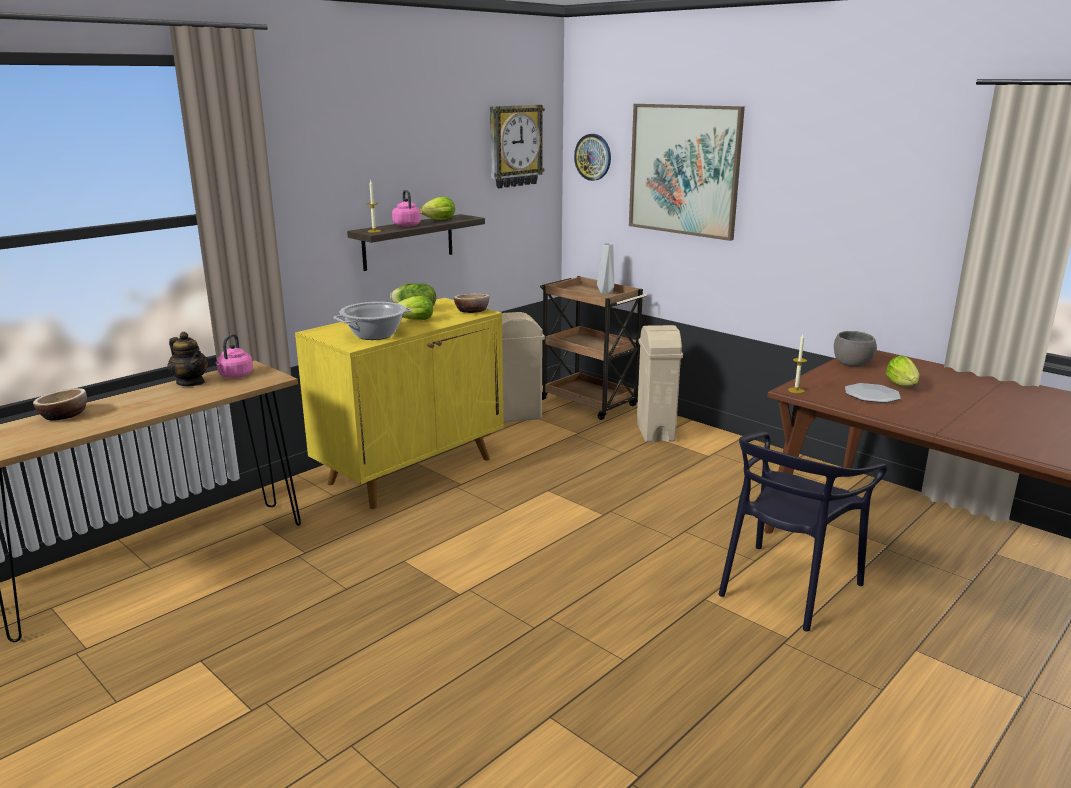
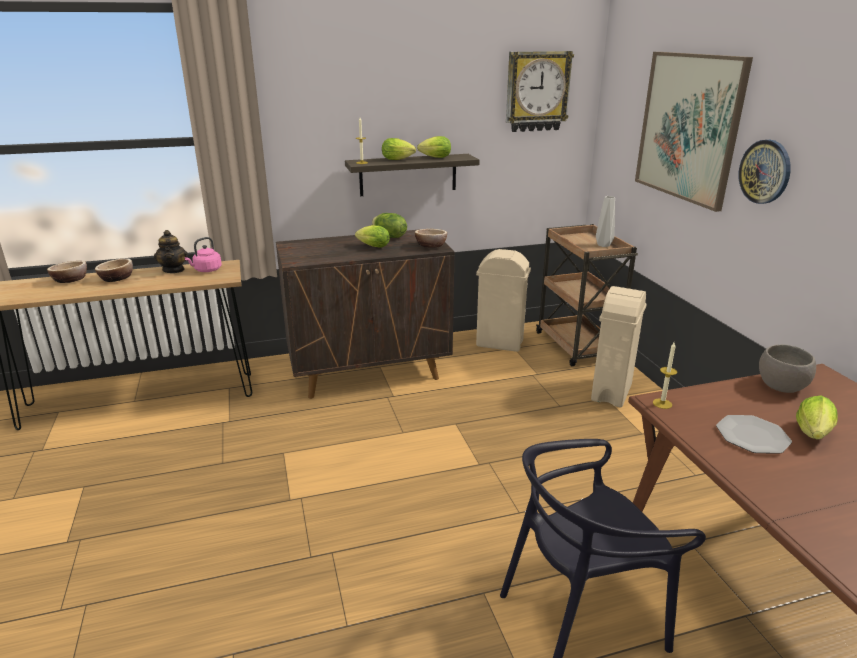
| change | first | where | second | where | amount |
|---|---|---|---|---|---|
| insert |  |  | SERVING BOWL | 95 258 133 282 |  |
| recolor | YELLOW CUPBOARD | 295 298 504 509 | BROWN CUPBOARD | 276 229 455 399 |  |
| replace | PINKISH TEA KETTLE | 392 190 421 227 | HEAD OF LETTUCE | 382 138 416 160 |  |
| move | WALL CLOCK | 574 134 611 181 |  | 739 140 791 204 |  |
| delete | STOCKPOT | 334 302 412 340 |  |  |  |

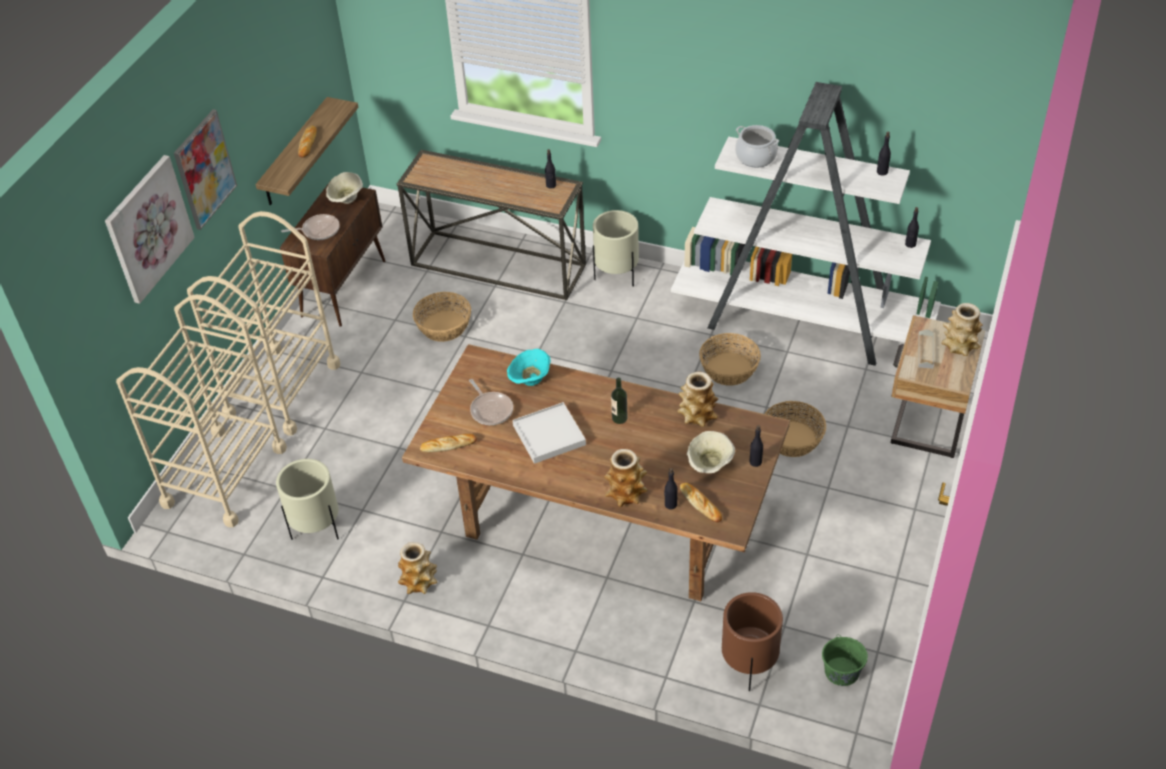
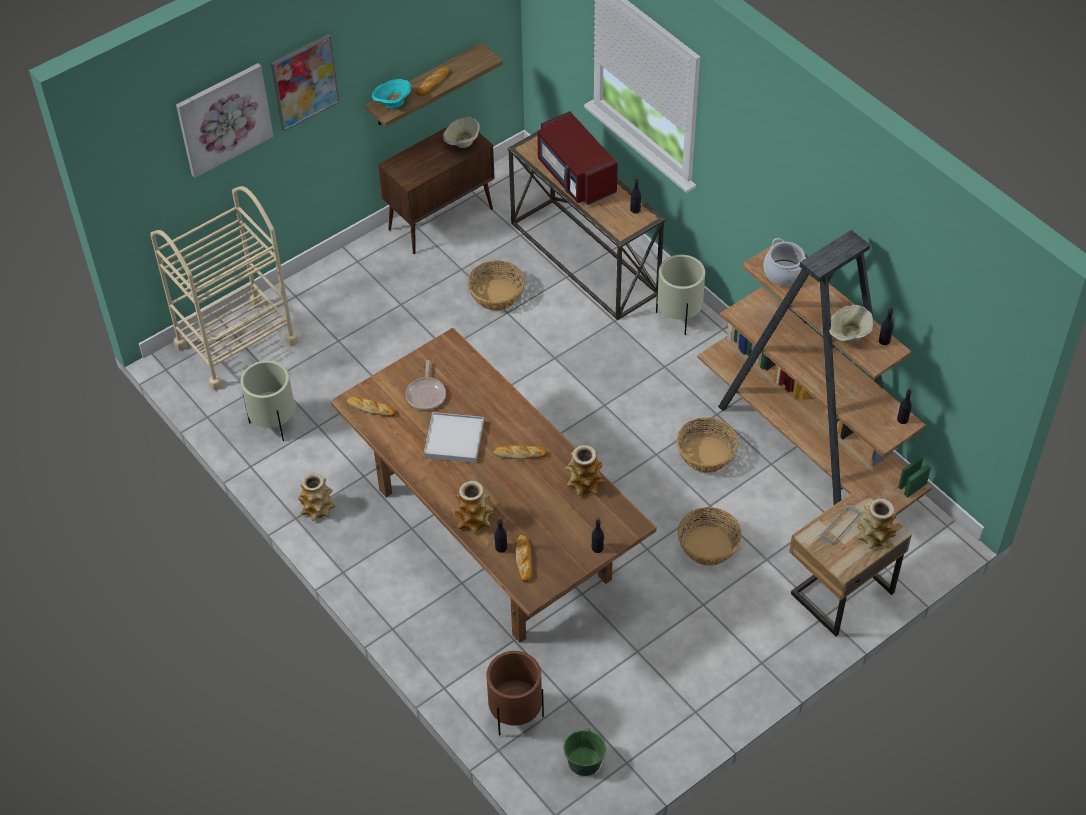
| change | first | where | second | where | amount |
|---|---|---|---|---|---|
| move | BLUE-GREEN SERVING BOWL | 507 349 551 386 |  | 372 79 411 109 |  |
| replace | BOTTLE | 611 378 628 424 | BREAD | 494 445 548 459 |  |
| insert |  |  | REDDISH KITCHEN MICROWAVE | 537 111 618 205 |  |
| recolor | WHITE SHELVING UNIT | 671 82 941 366 | BROWN SHELVING UNIT | 697 230 932 515 |  |
| move | BEIGE SERVING BOWL | 687 431 735 473 |  | 829 305 873 342 |  |
| delete | BEIGE CART | 187 211 340 435 |  |  |  |
| delete | FRYING PAN | 281 214 340 240 |  |  |  |

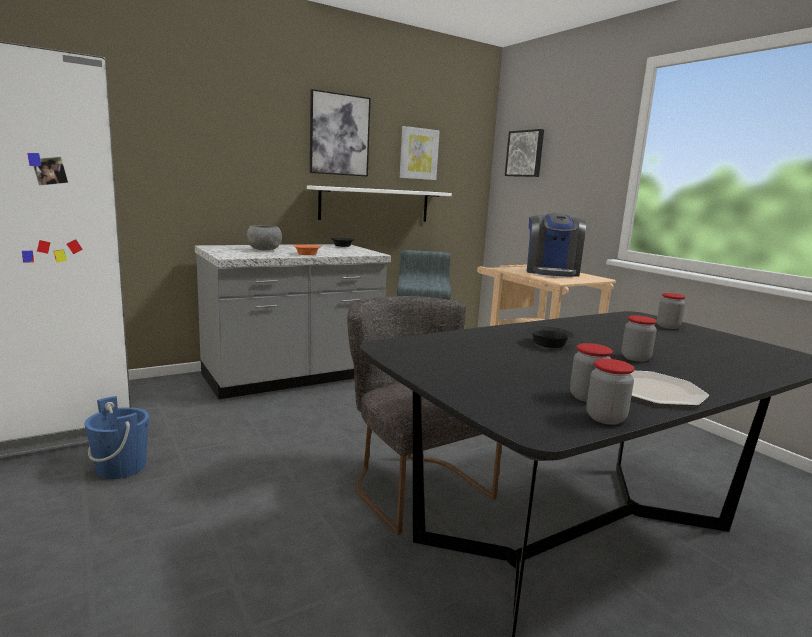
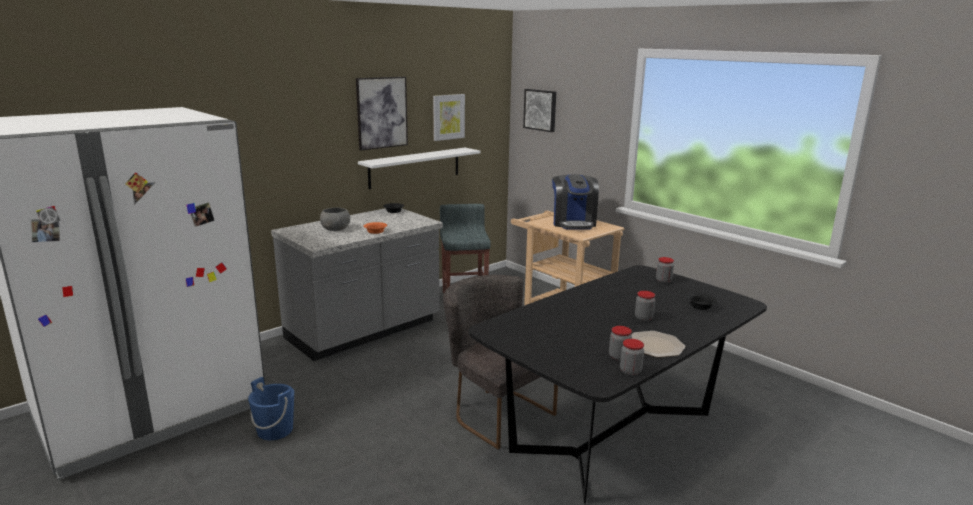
| change | first | where | second | where | amount |
|---|---|---|---|---|---|
| move | BLACKISH SERVING BOWL | 528 326 574 348 |  | 686 293 717 310 |  |

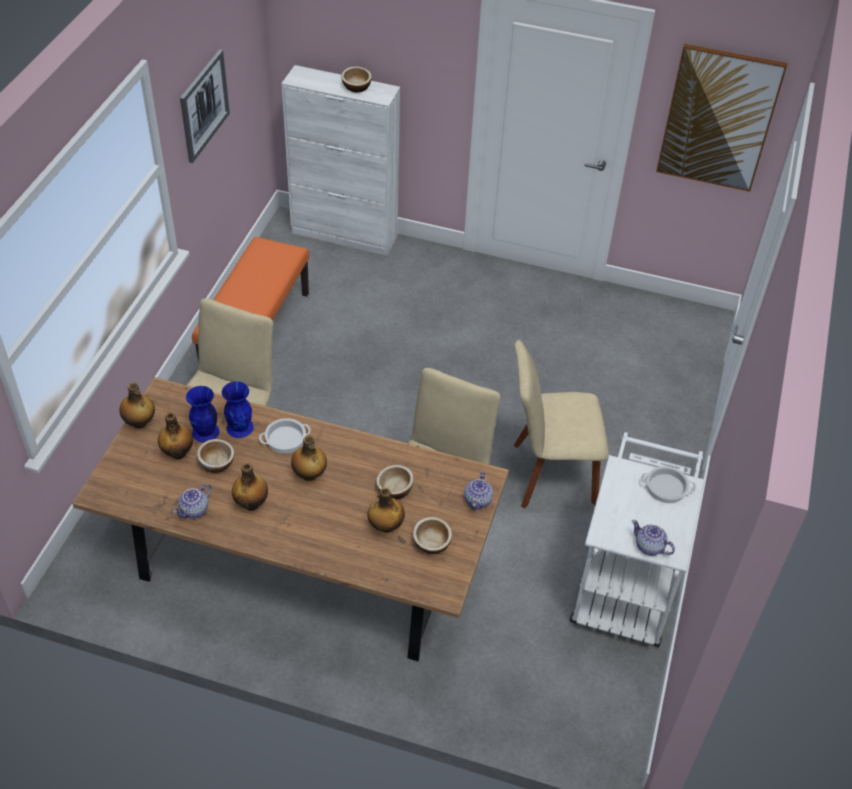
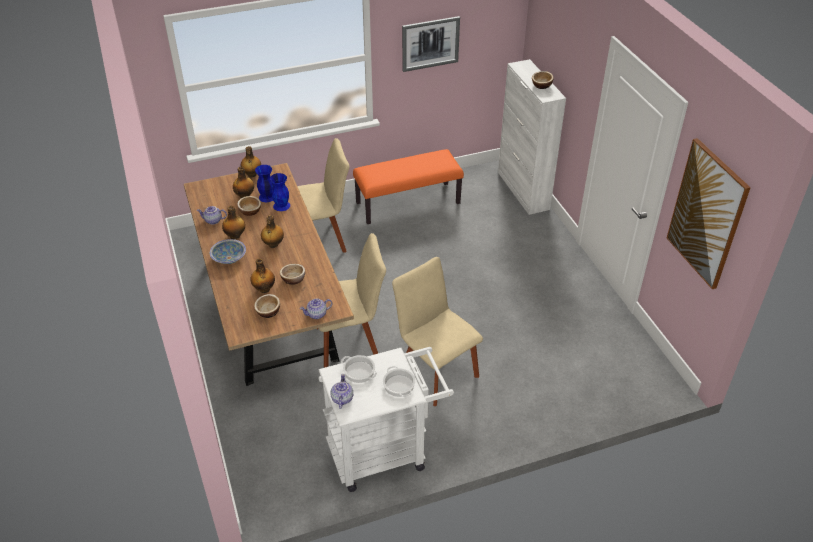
| change | first | where | second | where | amount |
|---|---|---|---|---|---|
| insert |  |  | SERVING BOWL | 210 239 246 264 |  |
| move | STOCKPOT | 259 418 311 453 |  | 341 355 377 383 |  |

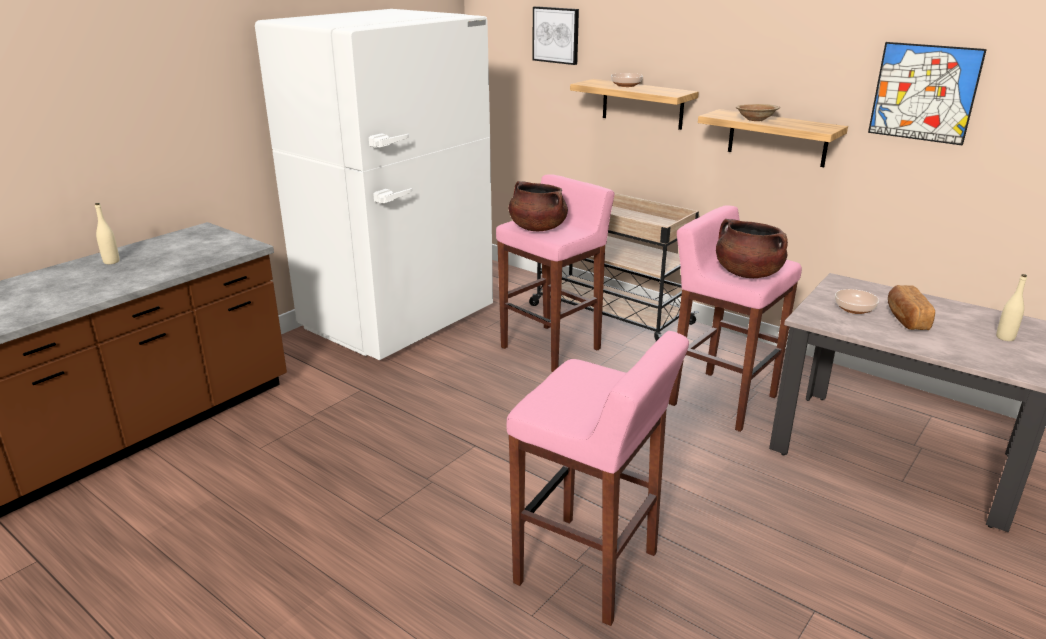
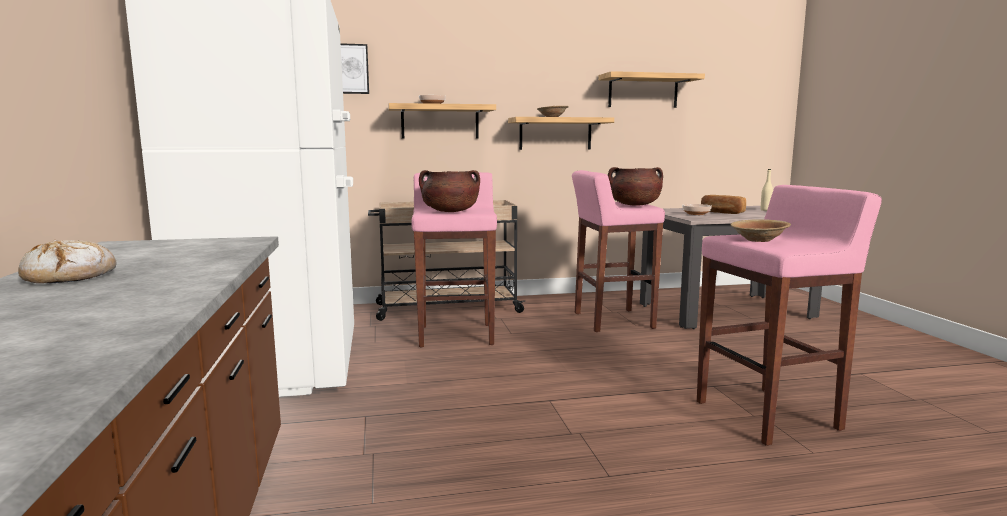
| change | first | where | second | where | amount |
|---|---|---|---|---|---|
| replace | BEIGE BOTTLE | 95 203 119 264 | BREAD | 18 240 117 283 |  |
| replace | WALL ART | 868 42 987 146 | SHELF | 598 71 705 108 |  |
| insert |  |  | BROWN SERVING BOWL | 730 219 791 242 |  |

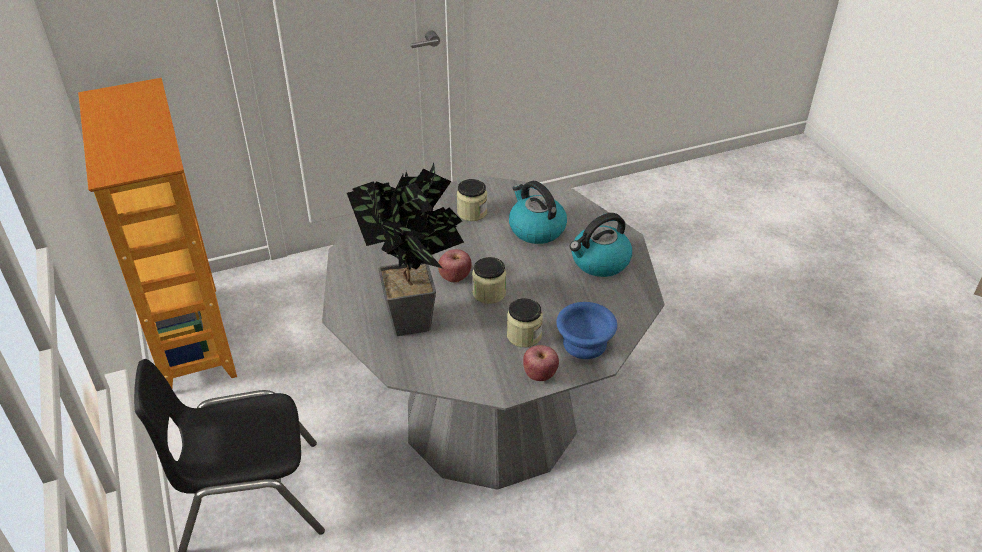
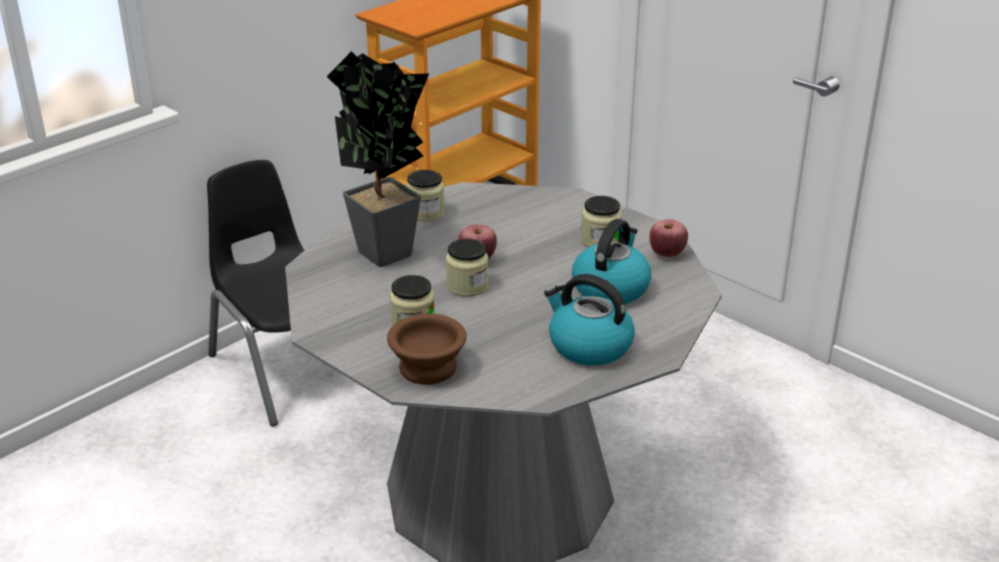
| change | first | where | second | where | amount |
|---|---|---|---|---|---|
| recolor | BLUE SERVING BOWL | 556 302 617 359 | BROWN SERVING BOWL | 387 314 467 385 |  |
| insert |  |  | STORAGE JAR | 406 170 445 221 |  |
| move | APPLE FRUIT | 523 345 559 381 |  | 650 219 688 257 |  |

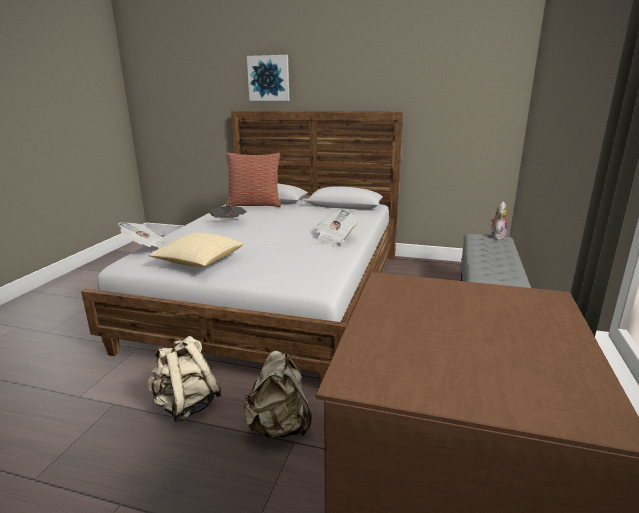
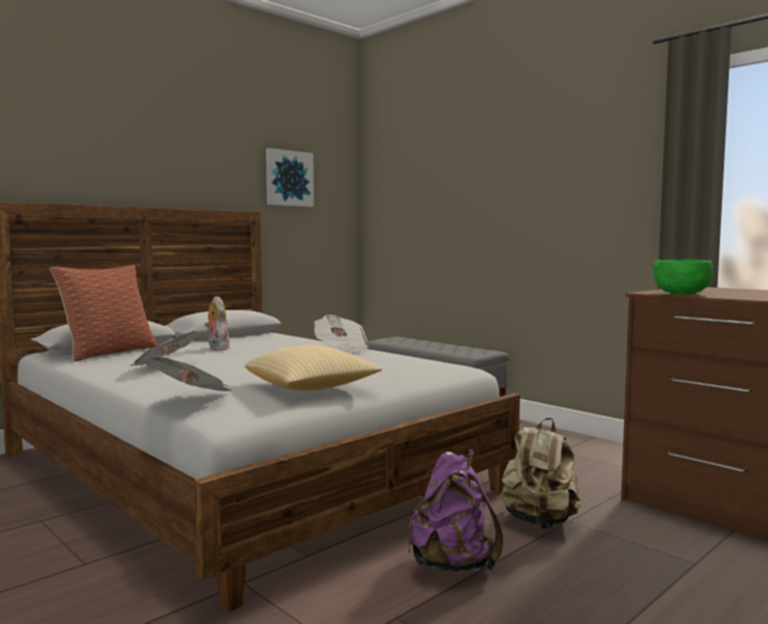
| change | first | where | second | where | amount |
|---|---|---|---|---|---|
| move | SOFT TOY | 491 201 508 240 |  | 205 296 230 350 |  |
| move | WALL ART | 247 55 289 101 |  | 266 148 314 207 |  |
| recolor | BEIGE RUCKSACK | 147 336 221 422 | PURPLE RUCKSACK | 408 449 503 572 |  |
| insert |  |  | GREEN SERVING BOWL | 652 259 713 295 |  |

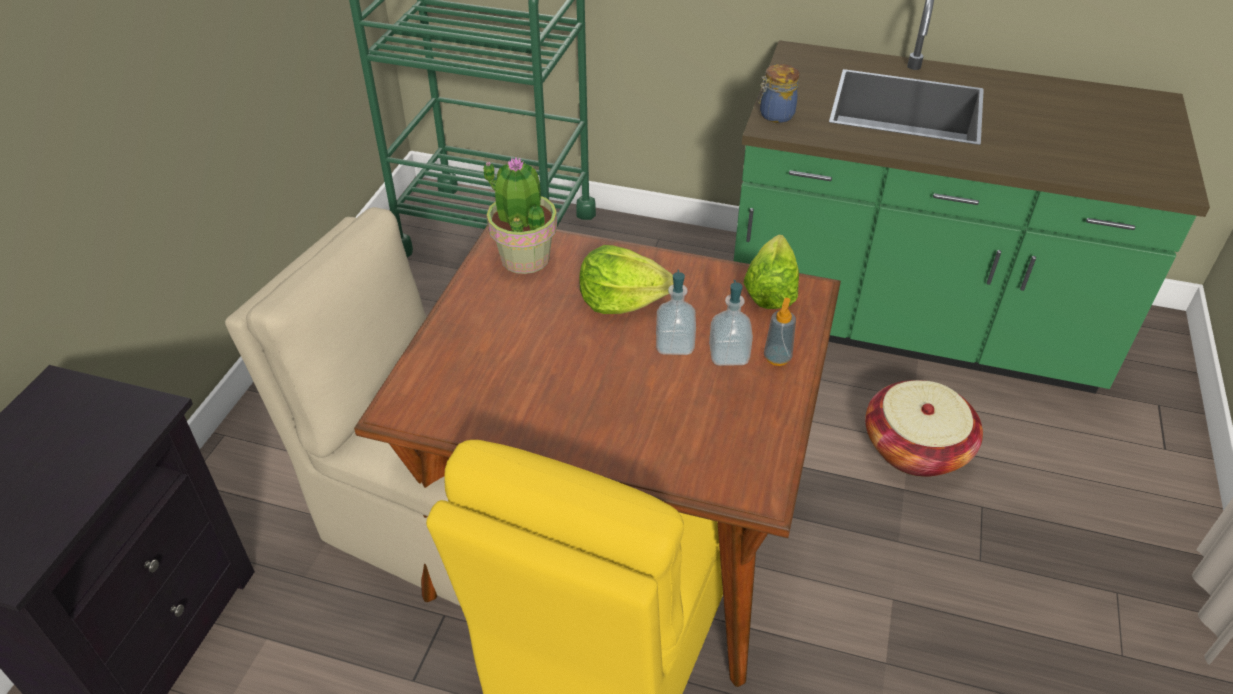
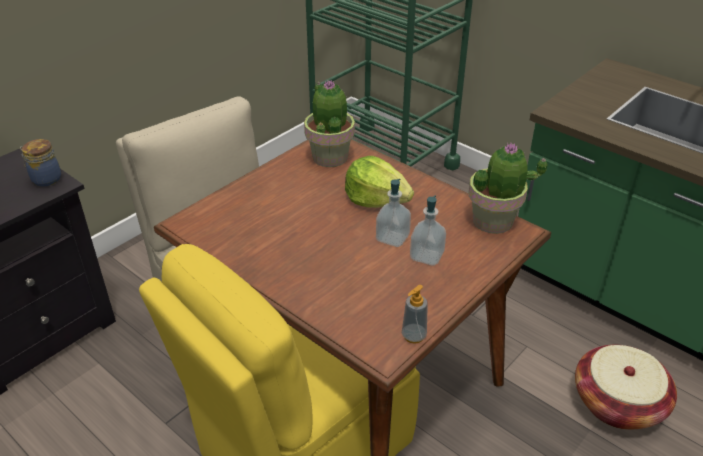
| change | first | where | second | where | amount |
|---|---|---|---|---|---|
| move | STORAGE JAR | 758 64 800 123 |  | 20 139 61 187 |  |
| move | SOAP DISPENSER | 764 298 796 366 |  | 402 285 428 344 |  |
| replace | HEAD OF LETTUCE | 744 235 799 309 | PLANT IN A POT | 469 143 547 234 |  |

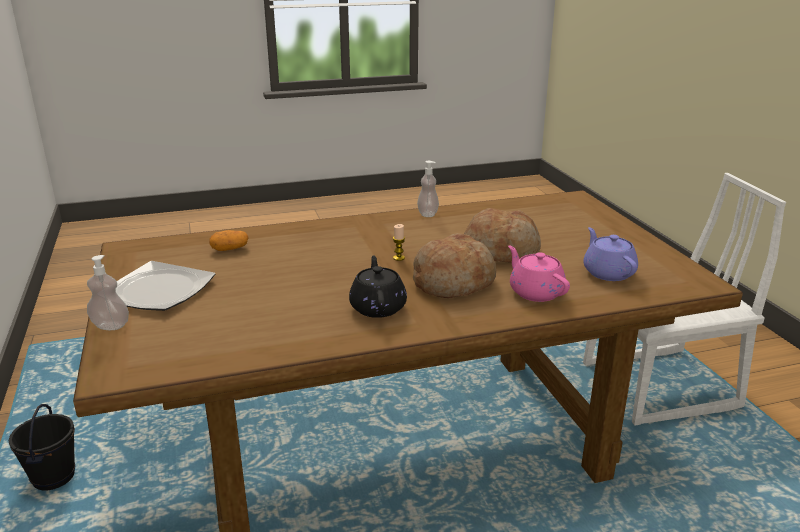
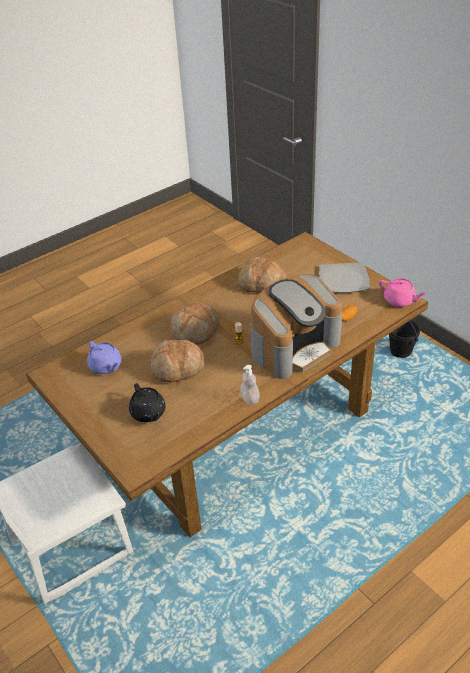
| change | first | where | second | where | amount |
|---|---|---|---|---|---|
| move | BLACKISH TEAPOT | 349 256 407 318 |  | 129 383 166 422 |  |
| insert |  |  | BREAD | 238 257 286 293 |  |
| insert |  |  | COFFEE BREWER | 250 274 342 379 |  |
| move | PINKISH TEAPOT | 508 246 570 302 |  | 379 278 426 307 |  |
| delete | SOAP DISPENSER | 87 255 129 330 |  |  |  |

